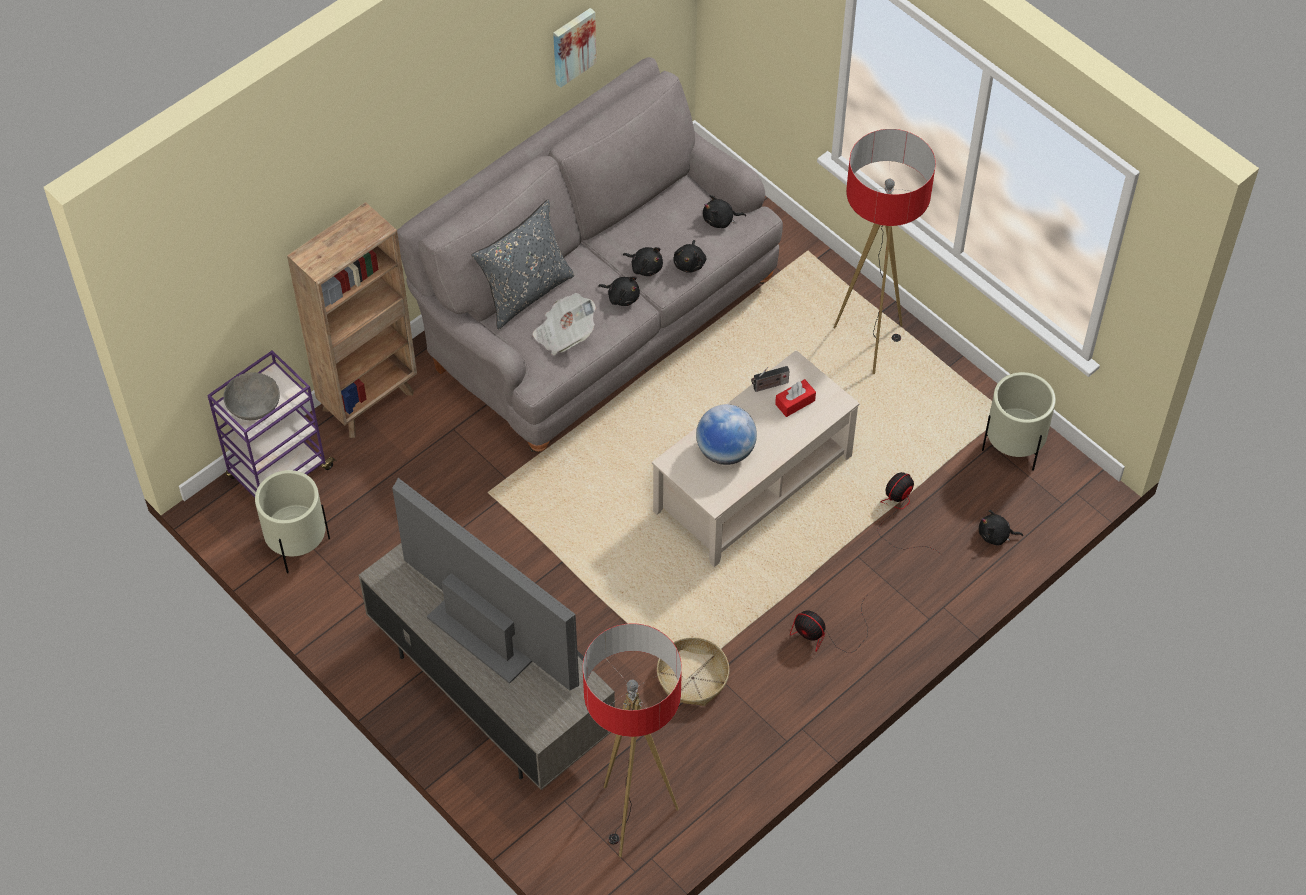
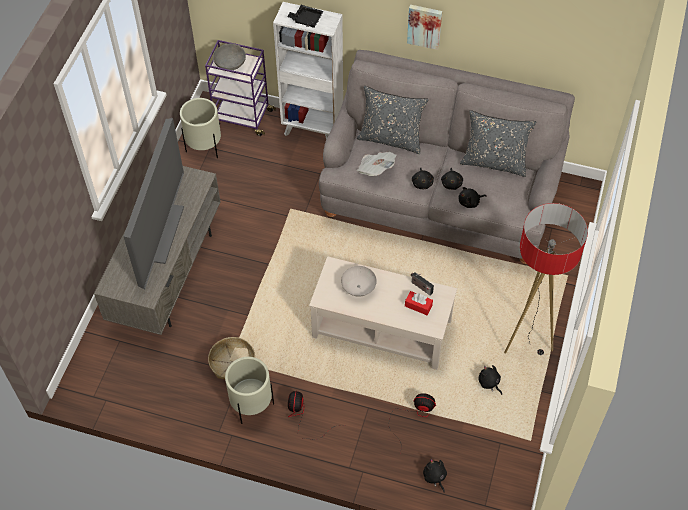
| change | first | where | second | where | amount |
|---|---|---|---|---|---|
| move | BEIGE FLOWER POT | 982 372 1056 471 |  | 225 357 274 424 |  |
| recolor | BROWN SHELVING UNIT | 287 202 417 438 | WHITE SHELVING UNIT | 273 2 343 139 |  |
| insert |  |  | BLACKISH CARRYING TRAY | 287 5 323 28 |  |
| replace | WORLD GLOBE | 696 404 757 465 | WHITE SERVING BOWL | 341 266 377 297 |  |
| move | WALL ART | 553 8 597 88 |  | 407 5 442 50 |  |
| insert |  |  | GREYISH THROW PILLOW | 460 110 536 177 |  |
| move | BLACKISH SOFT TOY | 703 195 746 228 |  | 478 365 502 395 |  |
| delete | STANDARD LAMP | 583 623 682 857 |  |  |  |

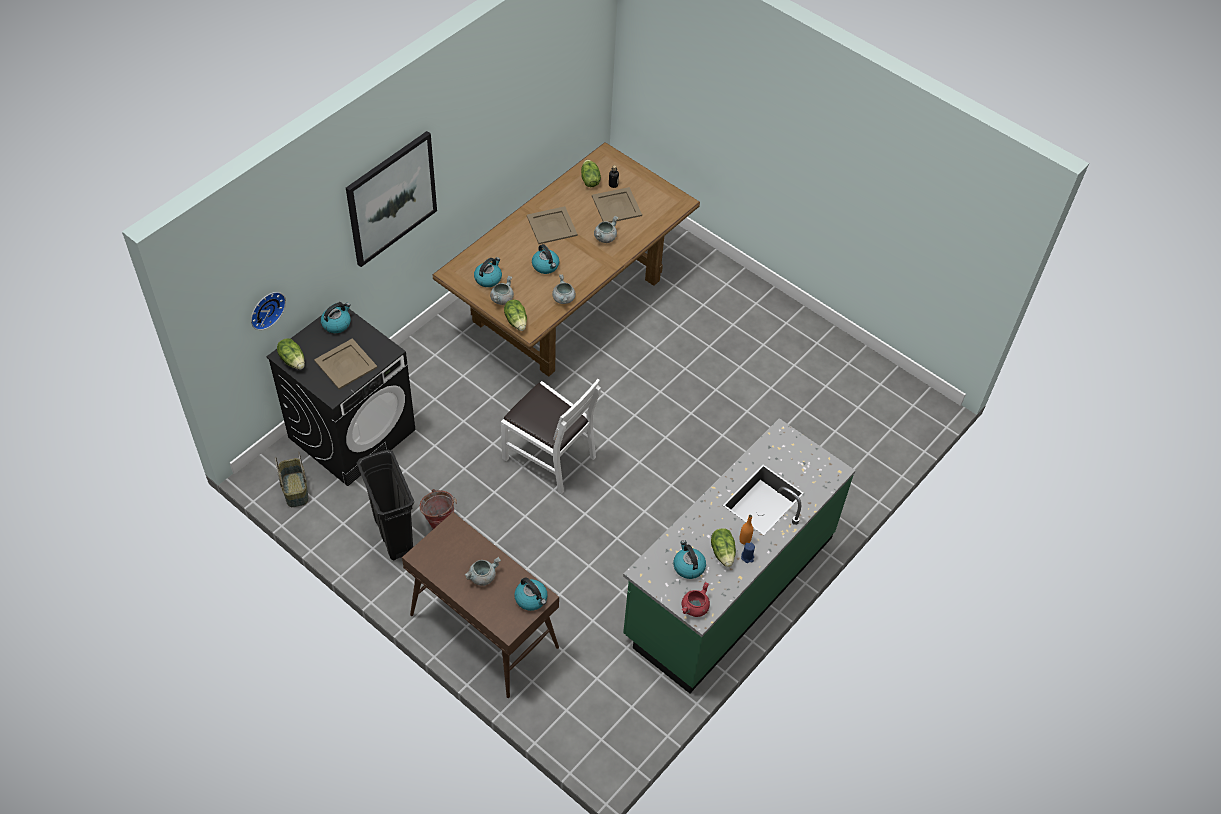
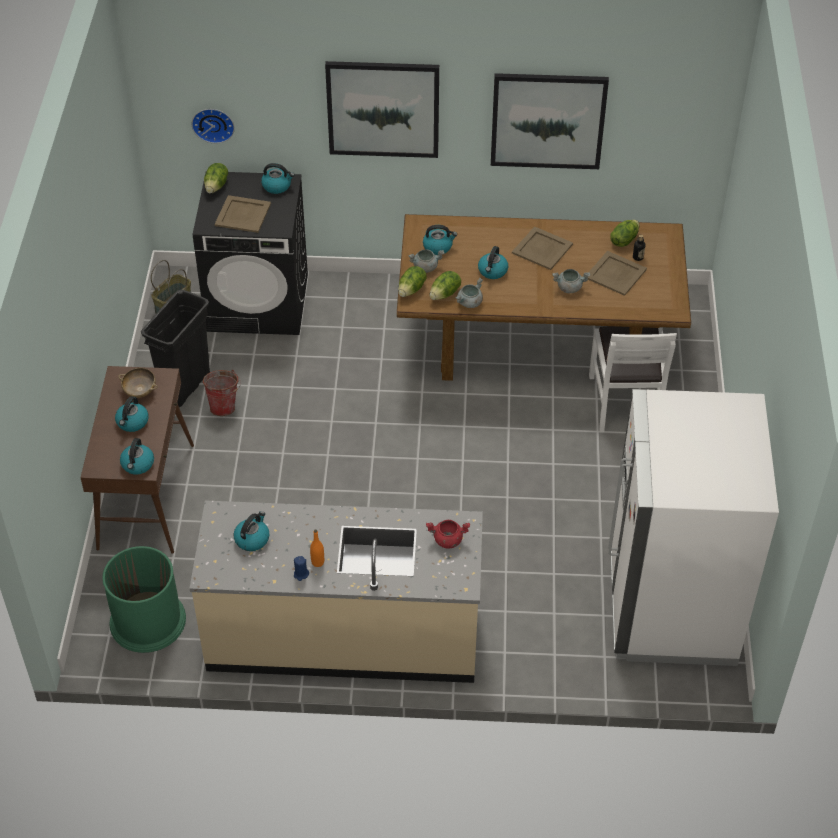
| change | first | where | second | where | amount |
|---|---|---|---|---|---|
| insert |  |  | GREEN TRASH CAN | 102 546 186 653 |  |
| replace | GREYISH STOCKPOT | 465 557 501 586 | TEA KETTLE | 115 396 149 432 |  |
| insert |  |  | BEIGE SERVING BOWL | 118 368 158 398 |  |
| recolor | GREEN KITCHEN COUNTER | 623 418 856 693 | BEIGE KITCHEN COUNTER | 189 500 483 683 |  |
| move | REDDISH STOCKPOT | 682 582 710 617 |  | 426 520 470 549 |  |
| move | HEAD OF LETTUCE | 711 528 736 567 |  | 430 271 461 300 |  |
| insert |  |  | WALL ART | 491 73 609 169 |  |
| move | WHITE CHAIR | 501 379 601 494 |  | 589 326 677 432 |  |
| insert |  |  | WHITE KITCHEN FRIDGE | 608 389 779 666 |  |

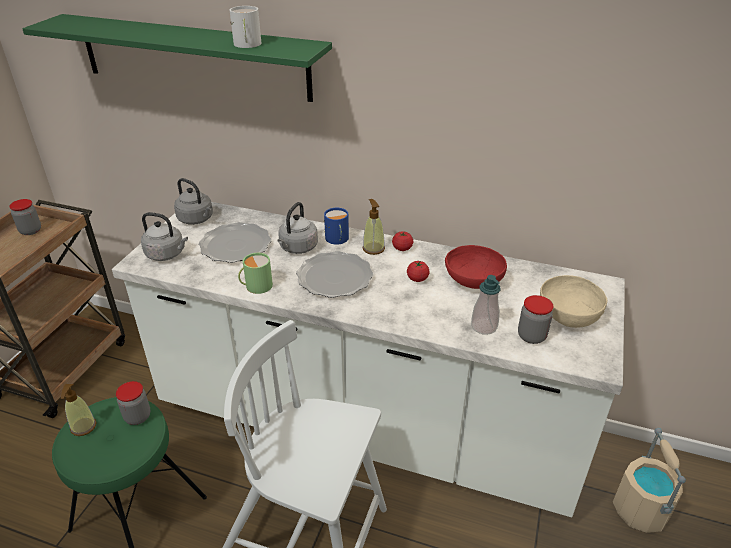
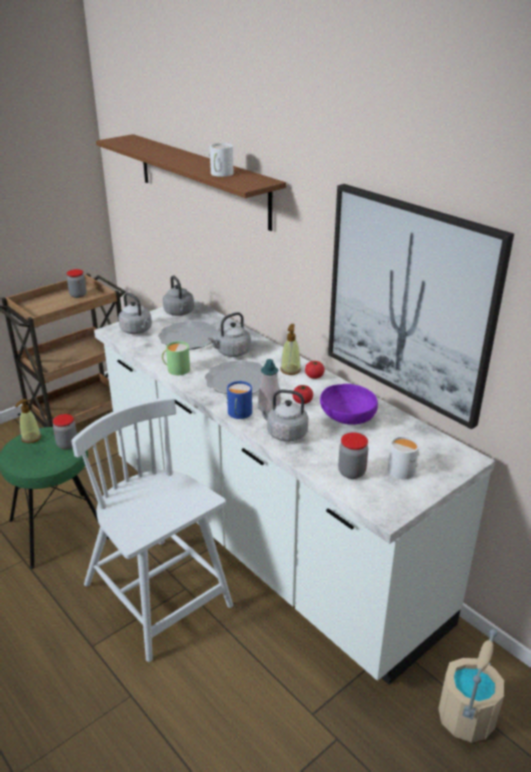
| change | first | where | second | where | amount |
|---|---|---|---|---|---|
| recolor | GREEN SHELF | 22 14 332 102 | BROWN SHELF | 96 134 286 231 |  |
| move | BLUE TEA MUG | 324 208 349 245 |  | 226 381 252 419 |  |
| move | SOAP DISPENSER | 471 275 501 335 |  | 258 359 281 412 |  |
| insert |  |  | GREYISH TEA KETTLE | 258 389 308 442 |  |
| recolor | REDDISH SERVING BOWL | 445 245 507 289 | PURPLE SERVING BOWL | 320 384 378 425 |  |
| insert |  |  | WALL ART | 328 184 514 429 |  |
| replace | BEIGE SERVING BOWL | 540 275 607 328 | WHITE TEA MUG | 388 436 419 480 |  |

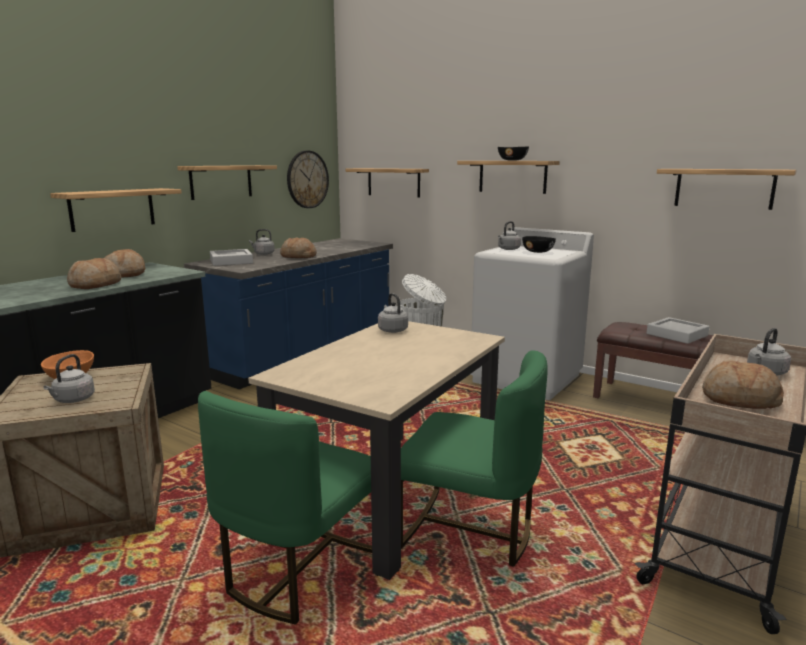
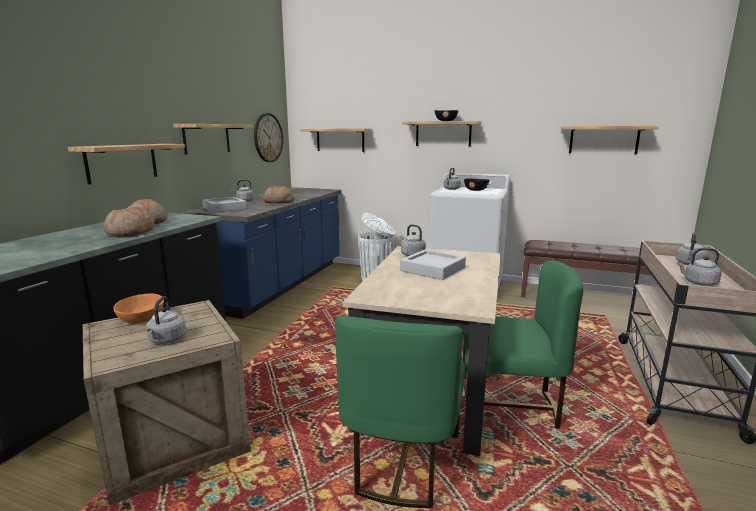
| change | first | where | second | where | amount |
|---|---|---|---|---|---|
| move | GREYISH CARRYING TRAY | 647 317 710 344 |  | 400 250 466 280 |  |
| replace | BREAD | 702 359 784 409 | GREYISH TEA KETTLE | 677 248 722 286 |  |

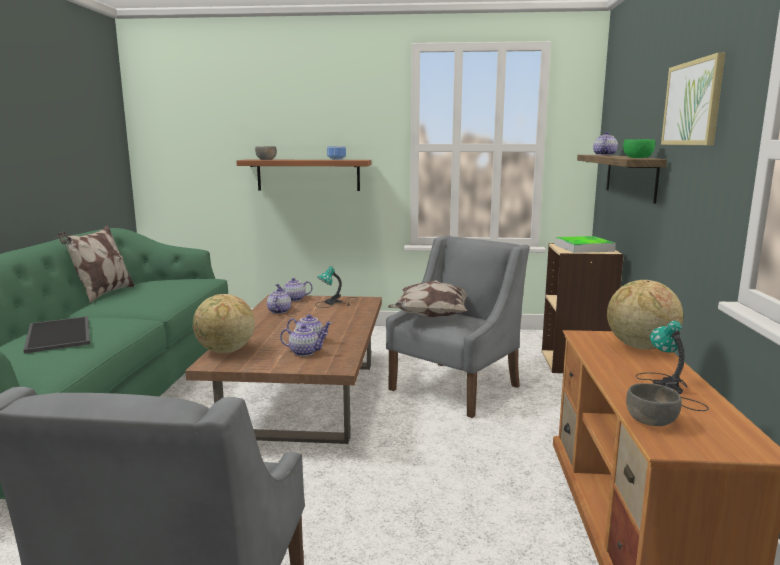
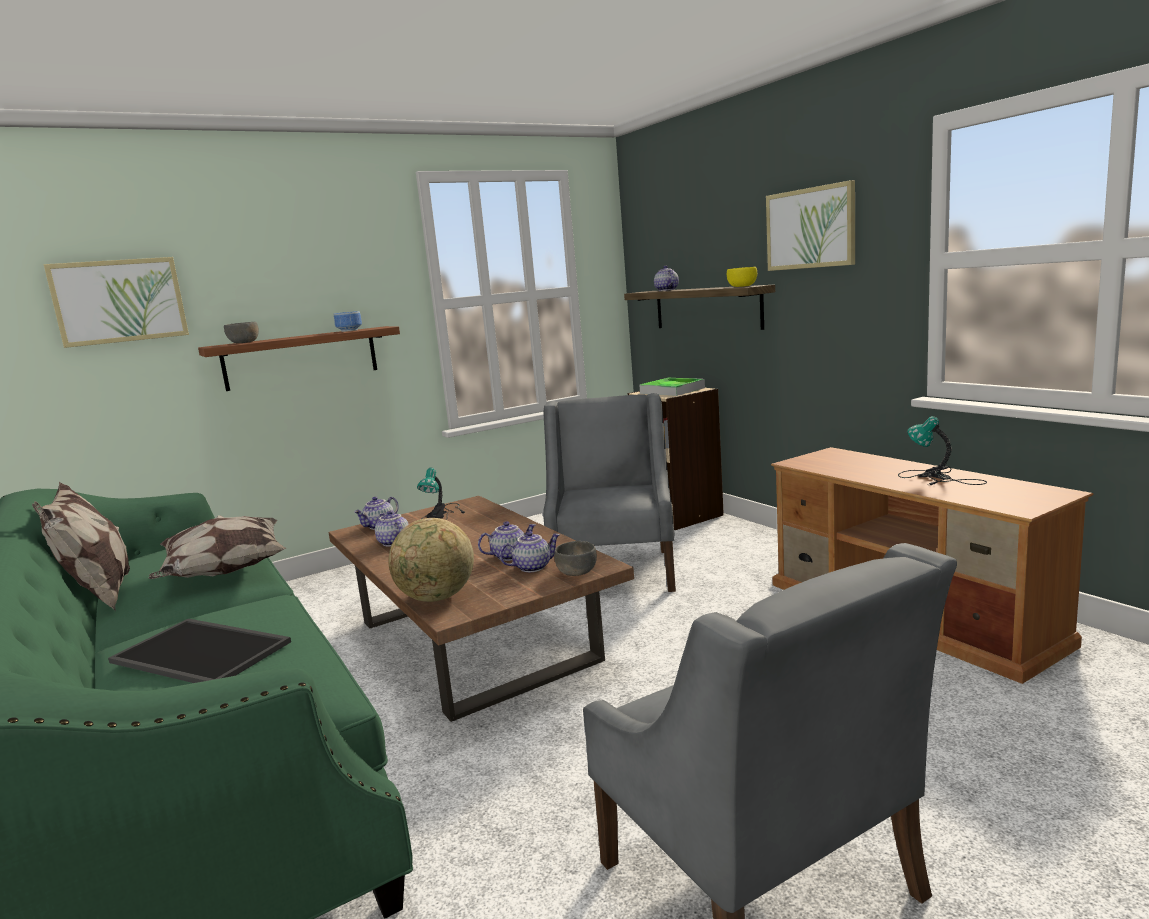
| change | first | where | second | where | amount |
|---|---|---|---|---|---|
| insert |  |  | WALL ART | 44 257 189 348 |  |
| move | THROW PILLOW | 388 280 467 317 |  | 149 515 287 579 |  |
| move | GREYISH SERVING BOWL | 626 383 682 426 |  | 554 541 597 576 |  |
| recolor | GREEN SERVING BOWL | 623 139 655 158 | YELLOW SERVING BOWL | 727 267 757 287 |  |
| delete | WORLD GLOBE | 607 280 683 350 |  |  |  |

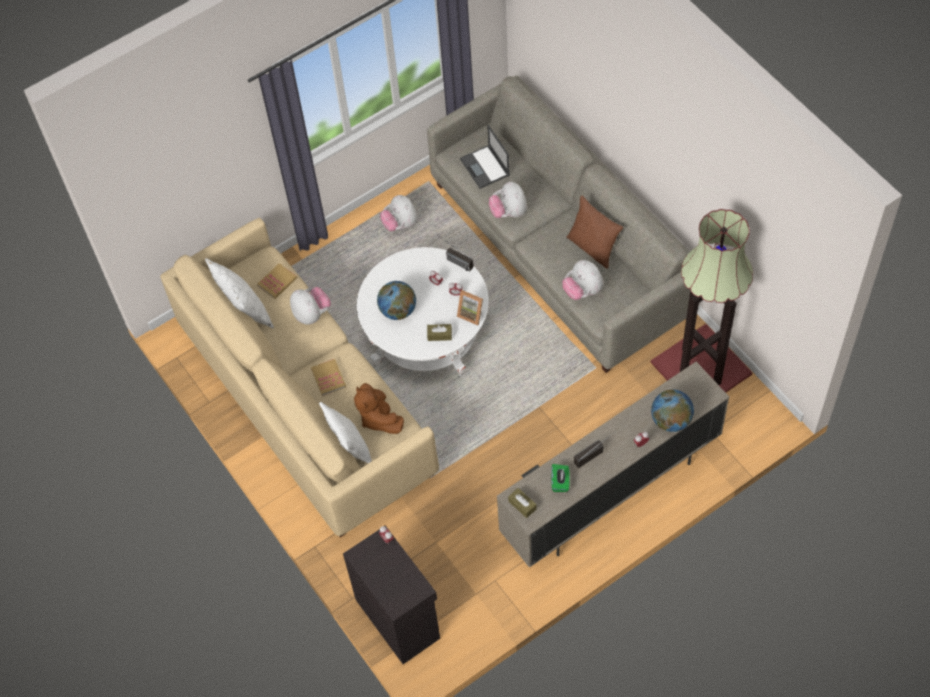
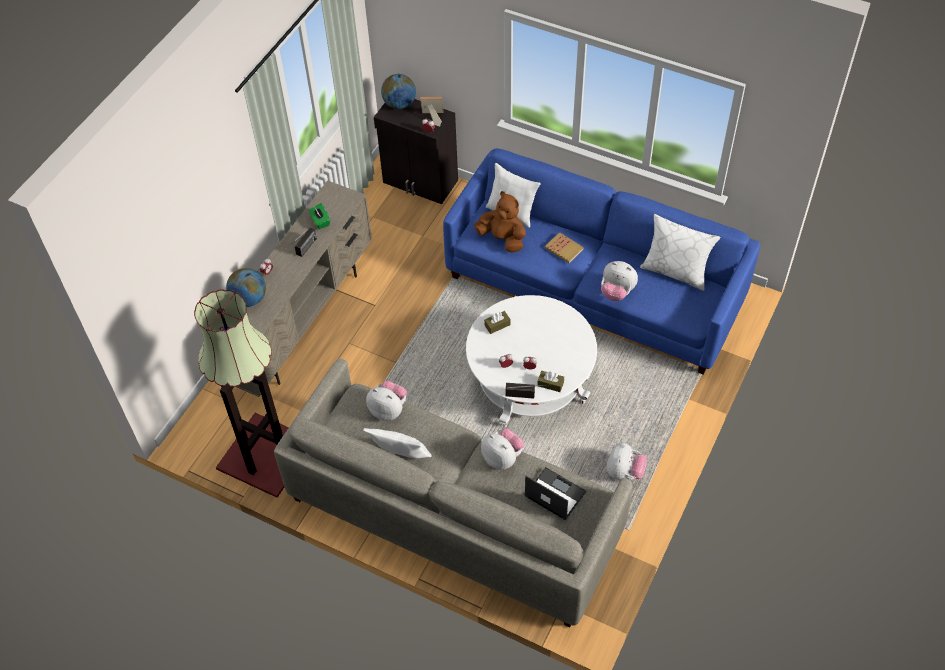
| change | first | where | second | where | amount |
|---|---|---|---|---|---|
| recolor | BROWN THROW PILLOW | 567 196 623 269 | WHITE THROW PILLOW | 363 428 432 459 |  |
| move | WORLD GLOBE | 377 281 416 320 |  | 381 74 416 109 |  |
| move | PHOTO FRAME | 457 290 483 326 |  | 420 97 443 127 |  |
| recolor | BEIGE SOFA | 160 218 439 537 | BLUE SOFA | 443 148 760 375 |  |
| move | BROWN BOX OF TISSUES | 508 488 536 518 |  | 538 371 564 392 |  |
| rotate | SOFT TOY | 380 195 418 231 |  | 607 442 647 480 | 75 degrees clockwise |
| delete | BOUND BOOK | 257 263 297 299 |  |  |  |

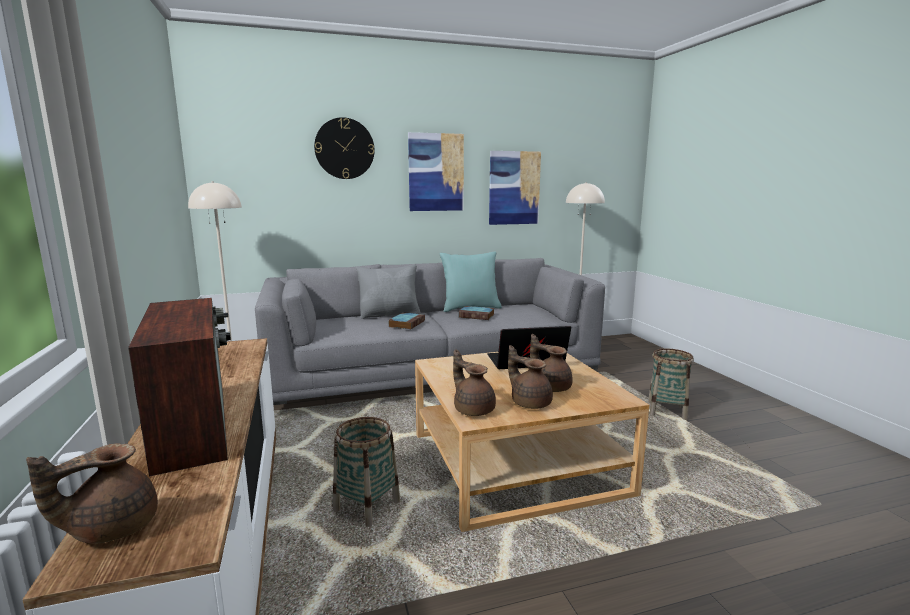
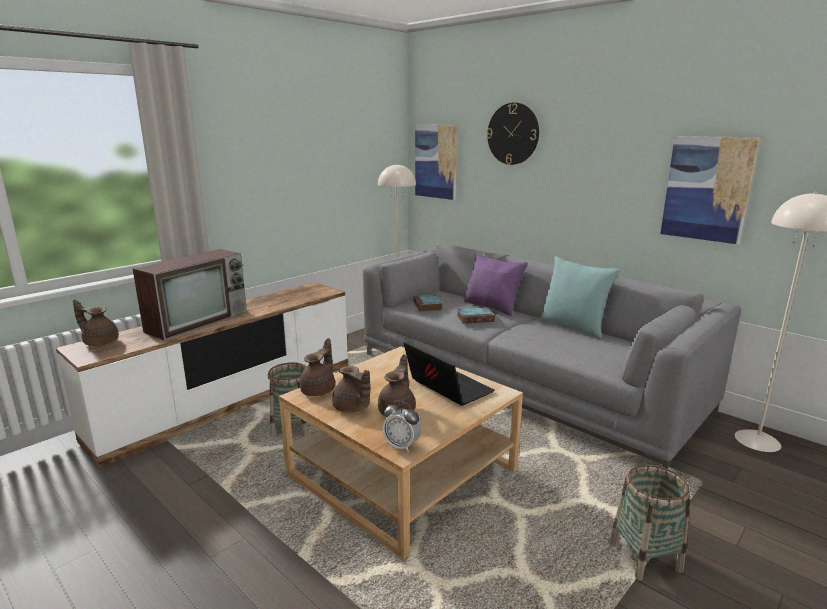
| change | first | where | second | where | amount |
|---|---|---|---|---|---|
| rotate | BROWN TEAPOT | 508 345 553 409 |  | 332 366 370 413 | 120 degrees clockwise |
| insert |  |  | TABLE CLOCK | 382 401 421 452 |  |
| move | BOUND BOOK | 458 306 495 320 |  | 413 294 442 311 |  |
| move | WALL ART | 408 132 464 211 |  | 415 125 458 200 |  |
| recolor | GREYISH THROW PILLOW | 356 264 421 319 | PURPLE THROW PILLOW | 464 253 528 316 |  |

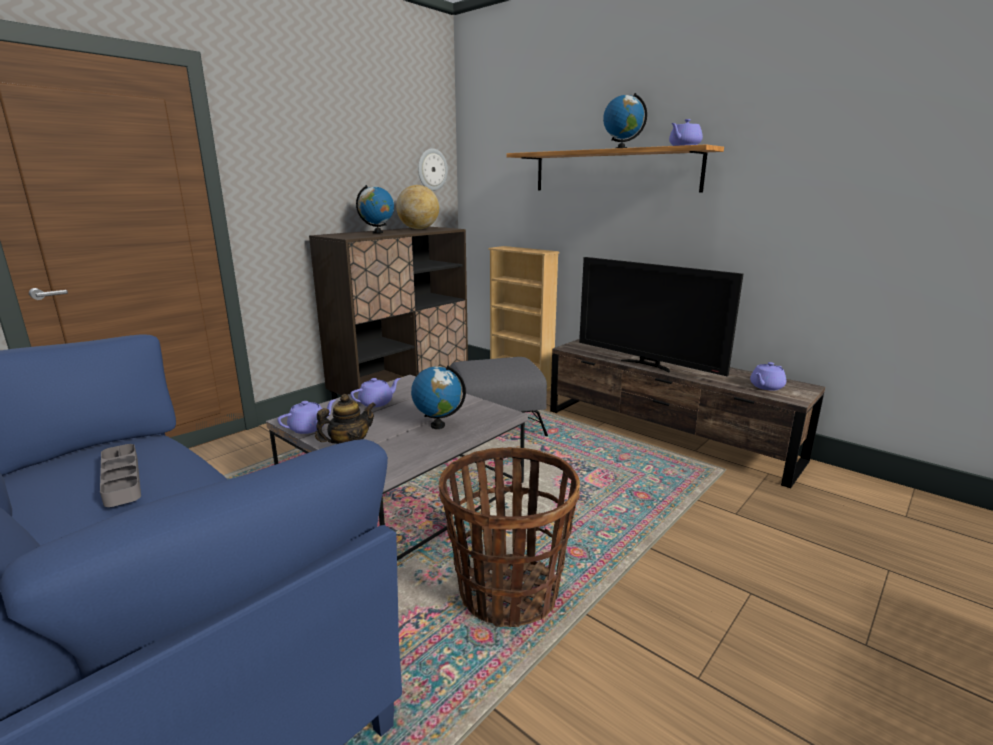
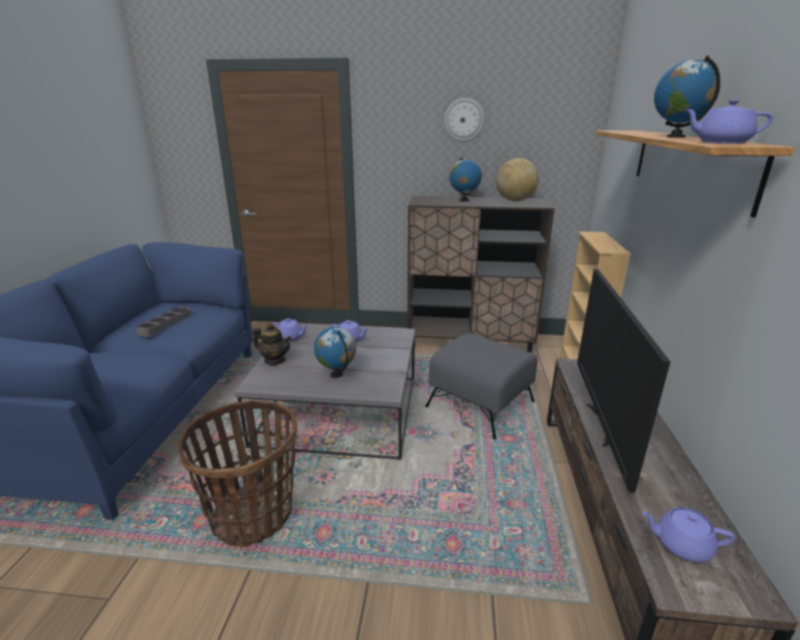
| change | first | where | second | where | amount |
|---|---|---|---|---|---|
| move | WALL CLOCK | 418 148 448 191 |  | 444 98 485 142 |  |

